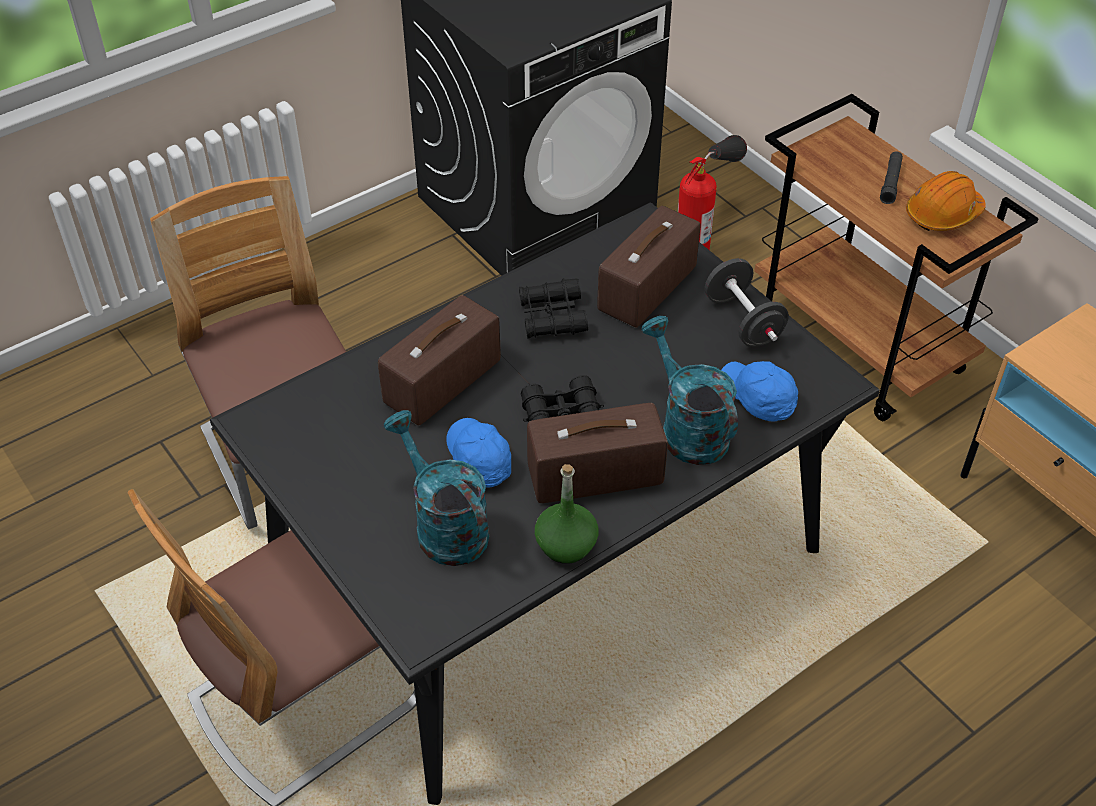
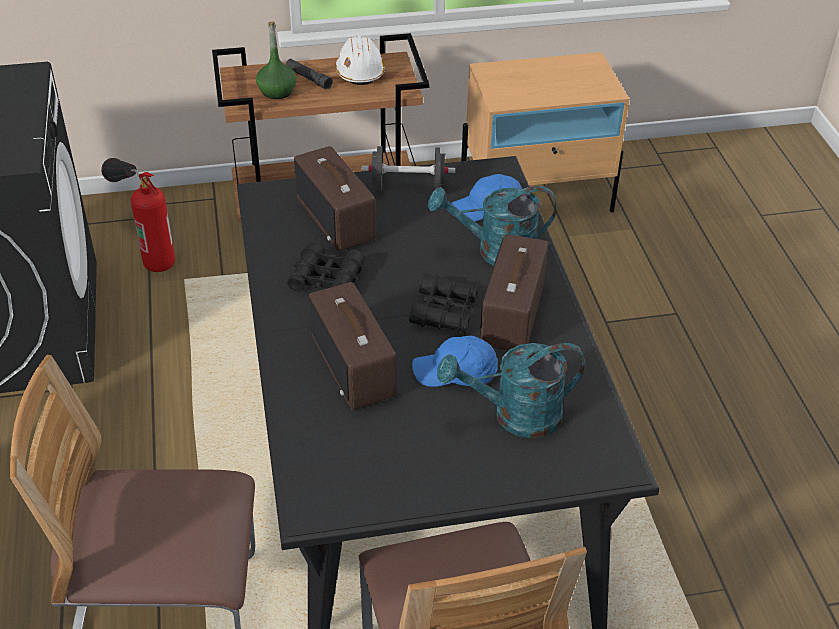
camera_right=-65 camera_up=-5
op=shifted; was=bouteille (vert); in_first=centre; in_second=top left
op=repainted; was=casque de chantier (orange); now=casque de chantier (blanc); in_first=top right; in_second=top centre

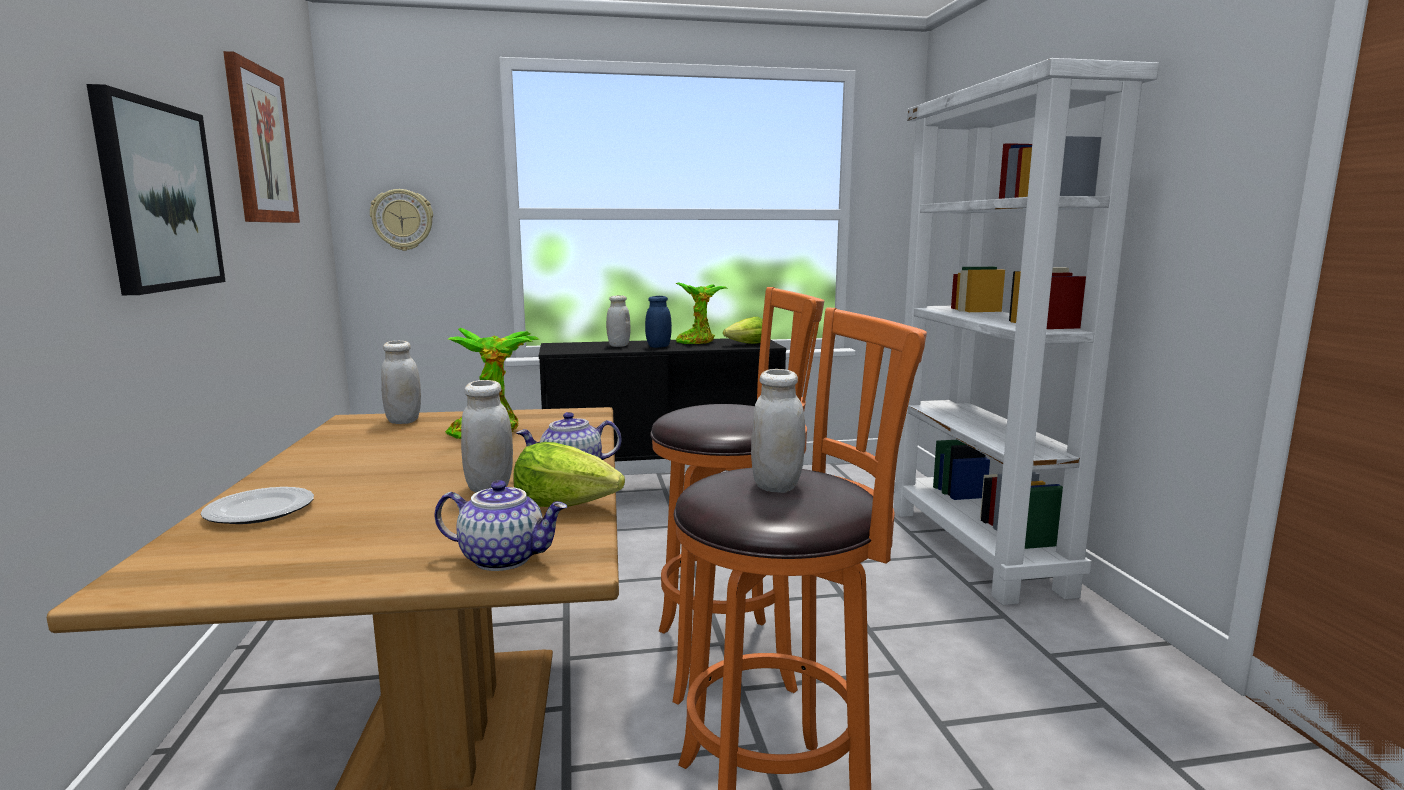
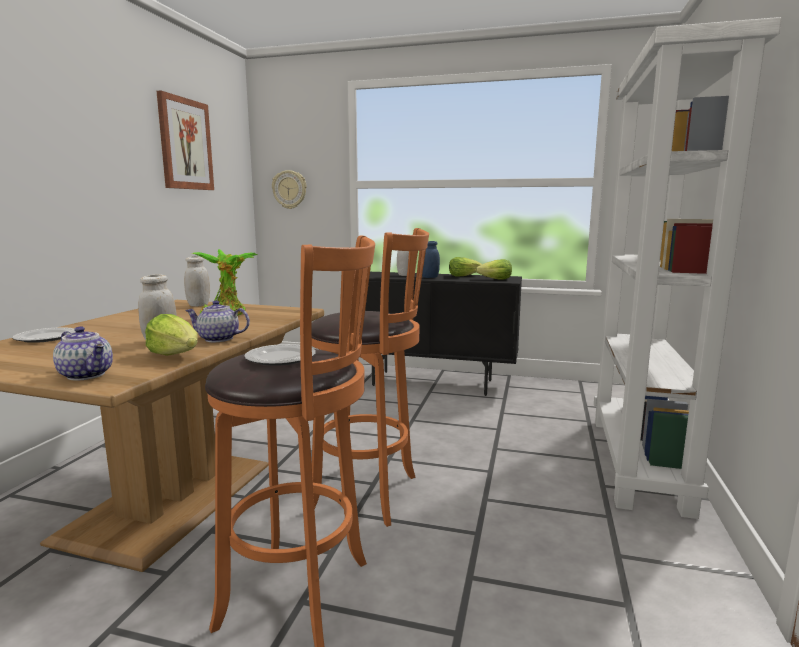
camera_right=25 camera_up=0
op=gone; was=tableau (no. 1 from left); in_first=top left
op=swapped; was=plante en pot (no. 2 from left); now=laitue (no. 2 from left); in_first=centre; in_second=centre
op=swapped; was=bocal (blanc) (no. 4 from left); now=assiette (no. 2 from left); in_first=centre; in_second=centre

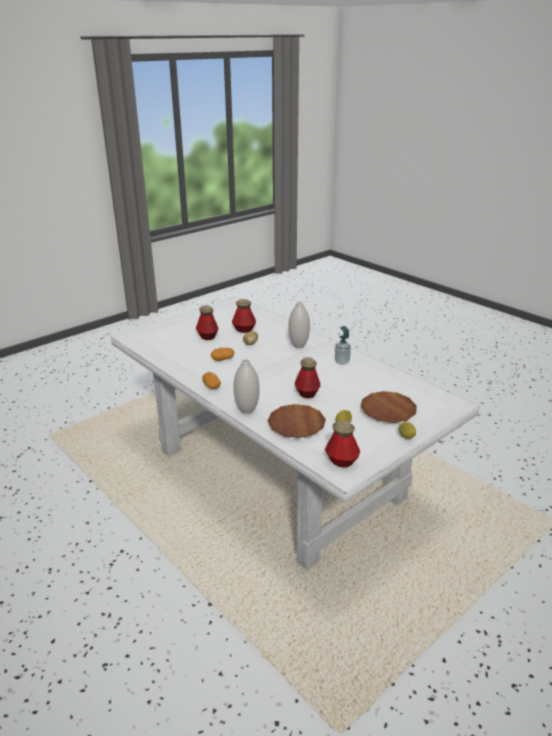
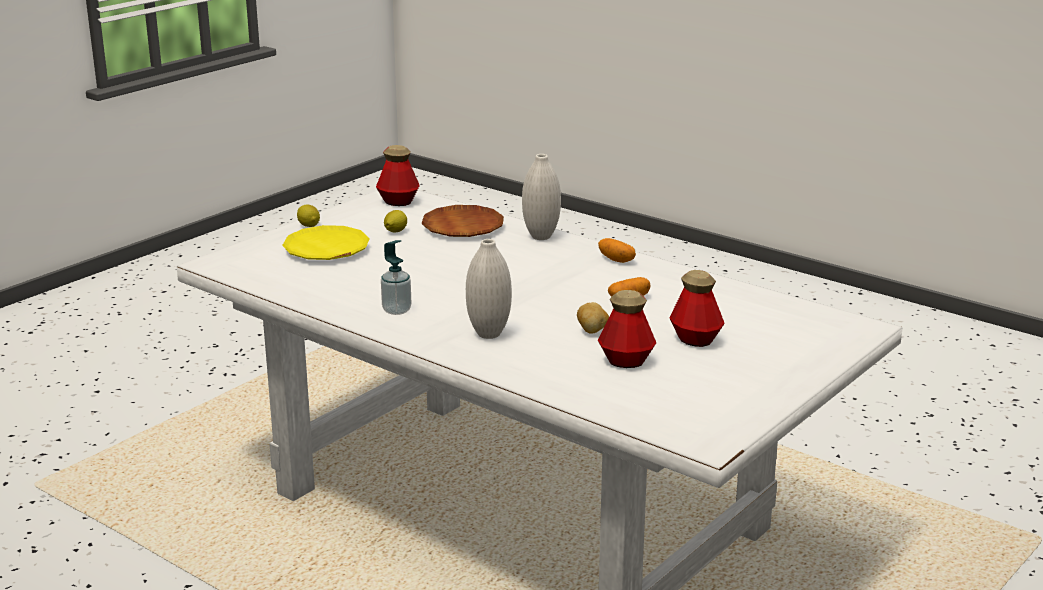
camera_right=170 camera_up=-5
op=gone; was=bouteille (no. 3 from left); in_first=centre
op=repainted; was=assiette (marron) (no. 2 from left); now=assiette (jaune); in_first=middle right; in_second=middle left

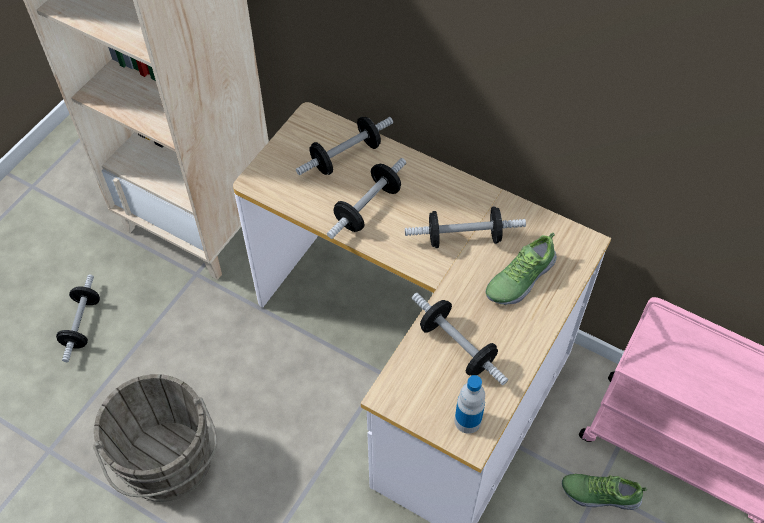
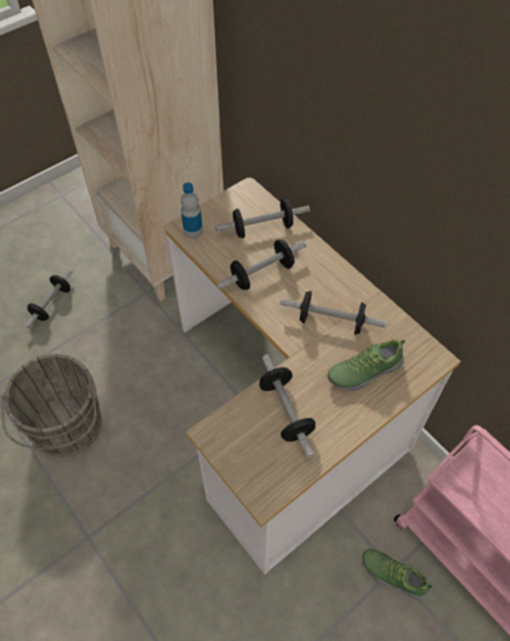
camera_right=20 camera_up=0
op=shifted; was=bouteille; in_first=bottom centre; in_second=top centre

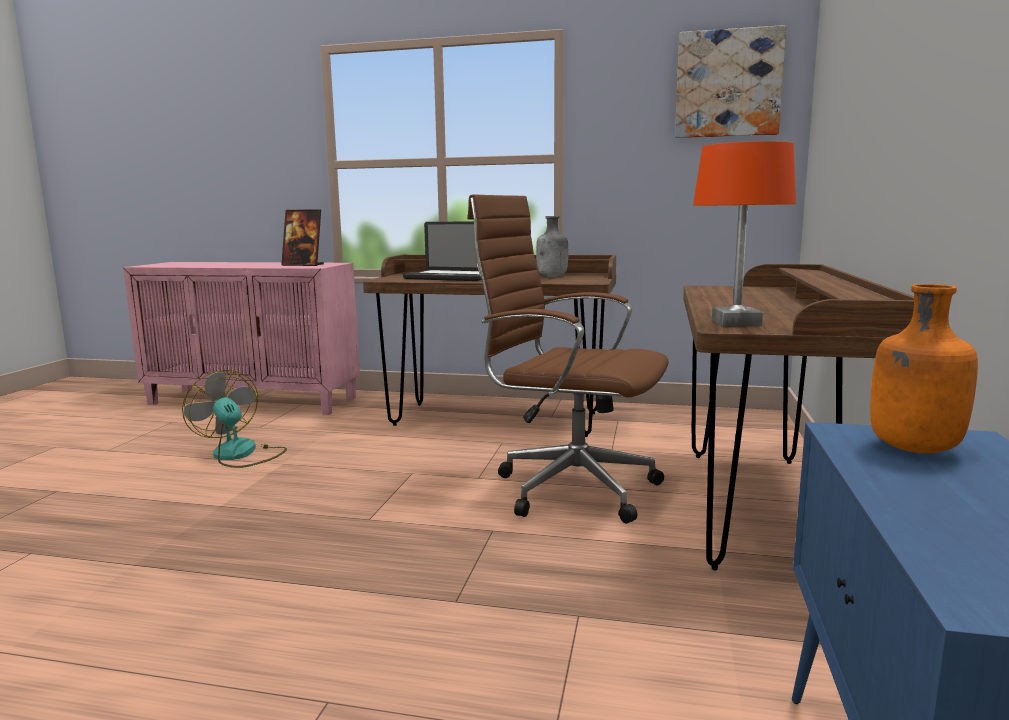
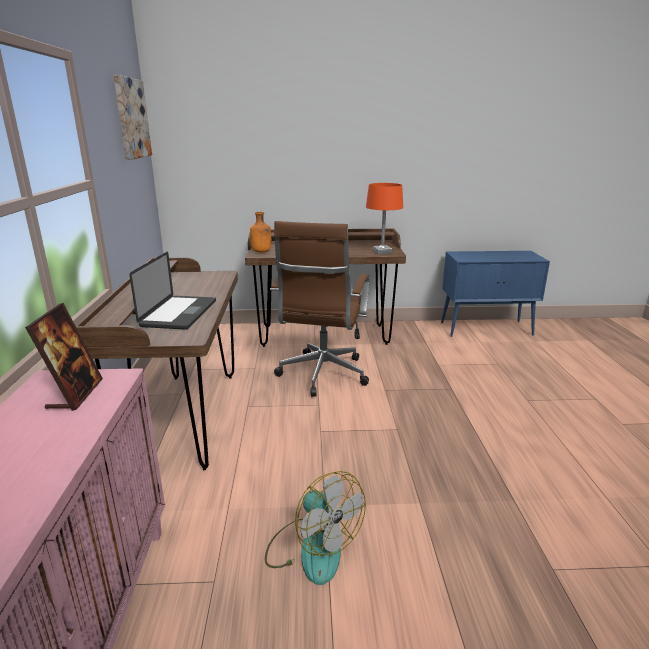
camera_right=-105 camera_up=10
op=rotated; was=ventilateur; in_first=middle left; in_second=bottom centre; clockwise=-75
op=gone; was=bouteille (gris); in_first=centre
op=shifted; was=bouteille (orange); in_first=middle right; in_second=centre

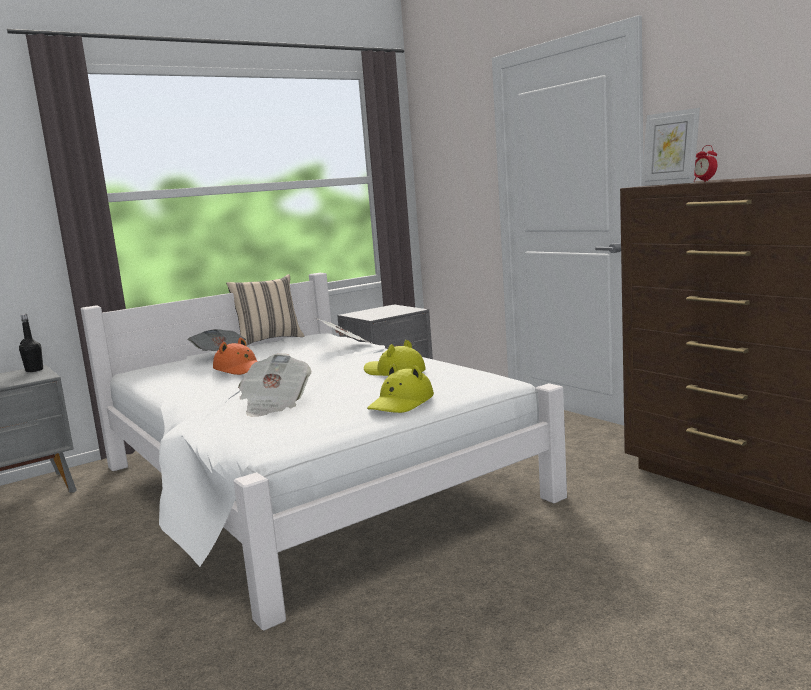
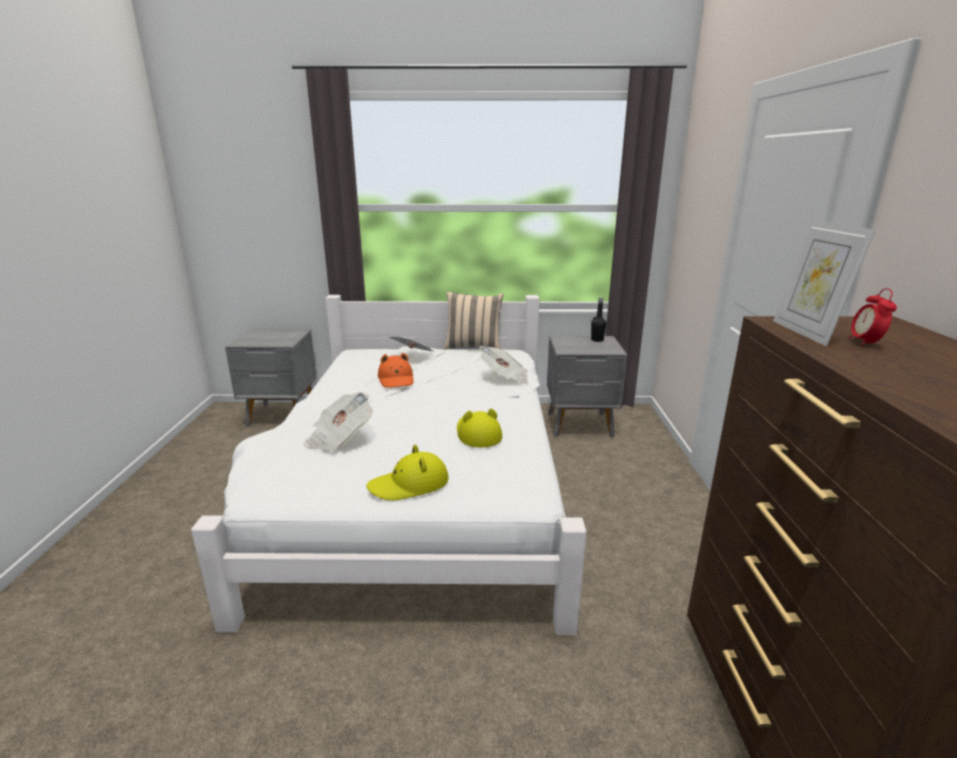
camera_right=35 camera_up=10
op=shifted; was=bouteille (noir); in_first=middle left; in_second=centre

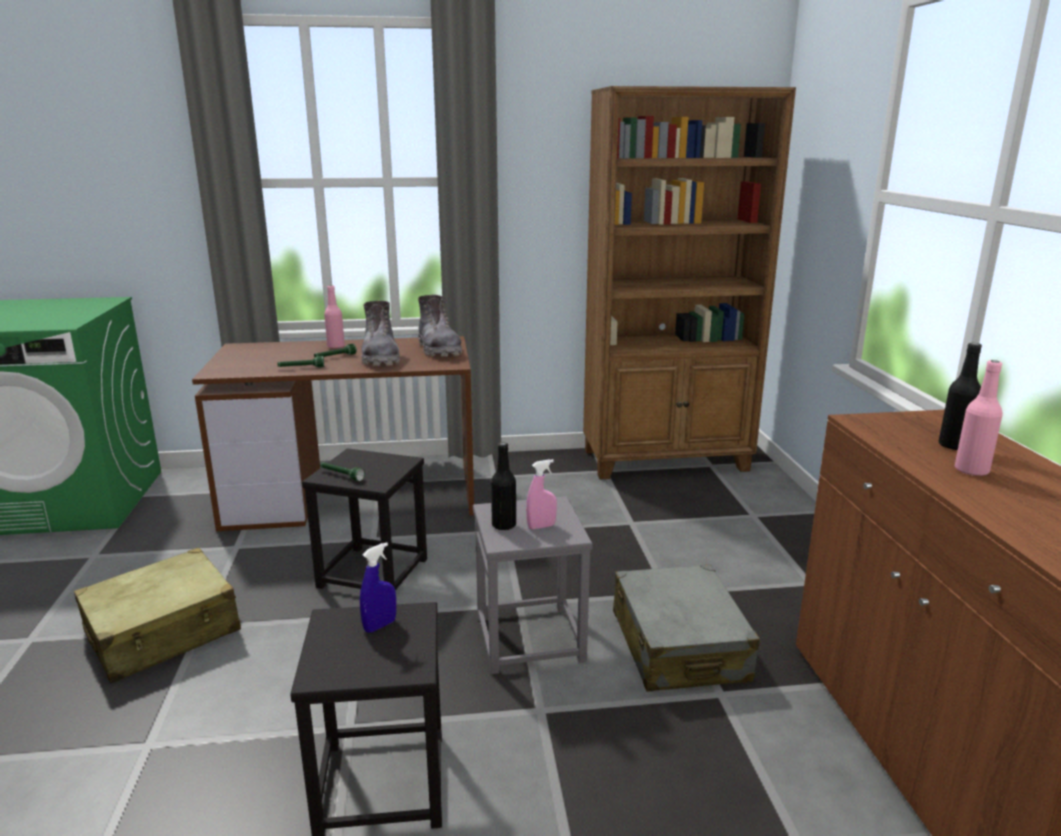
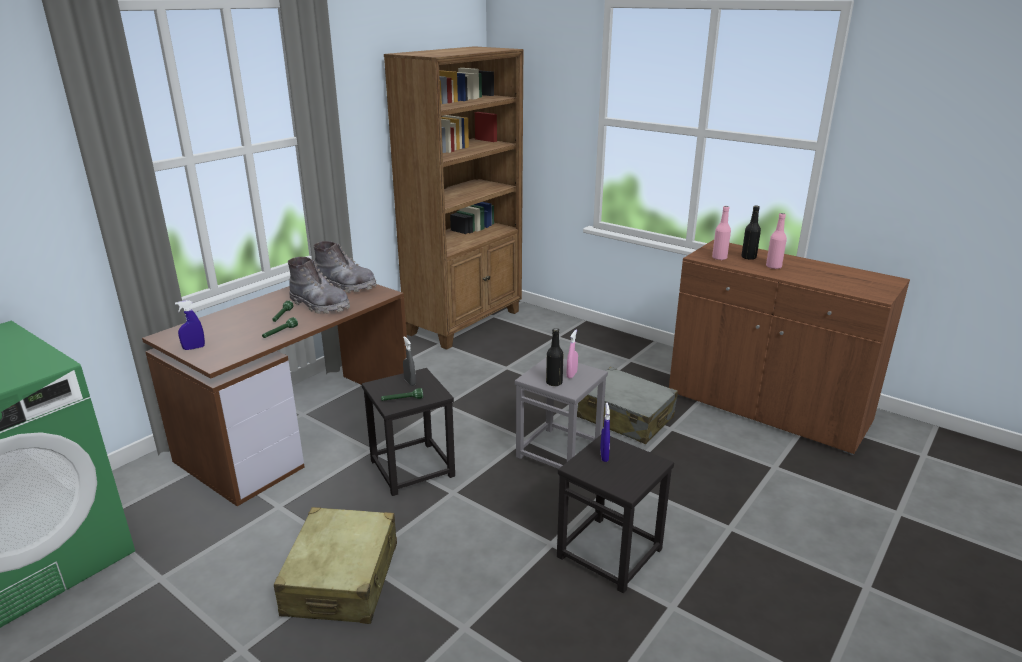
camera_right=-45 camera_up=5
op=shifted; was=bouteille (rose) (no. 1 from left); in_first=middle left; in_second=middle right
op=new; now=vaporisateur (bleu) (no. 1 from left); in_second=middle left
op=new; now=vaporisateur (gris); in_second=centre

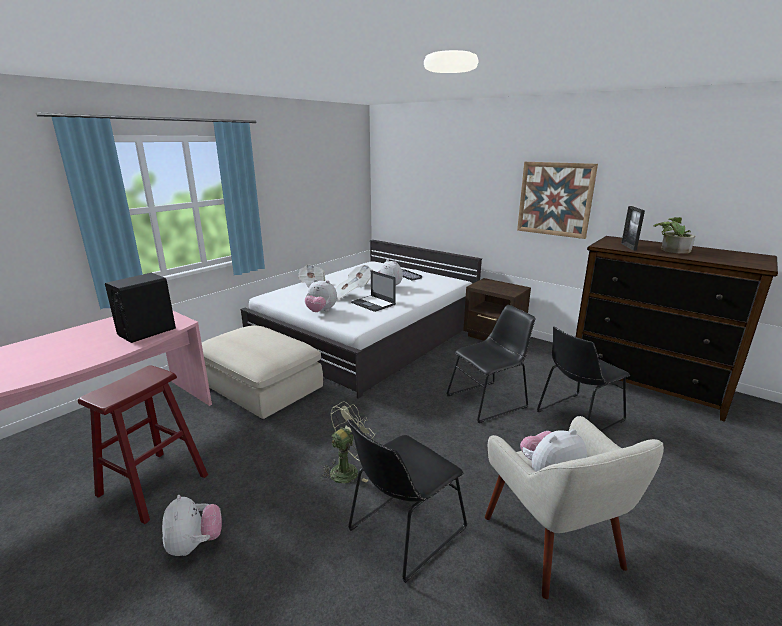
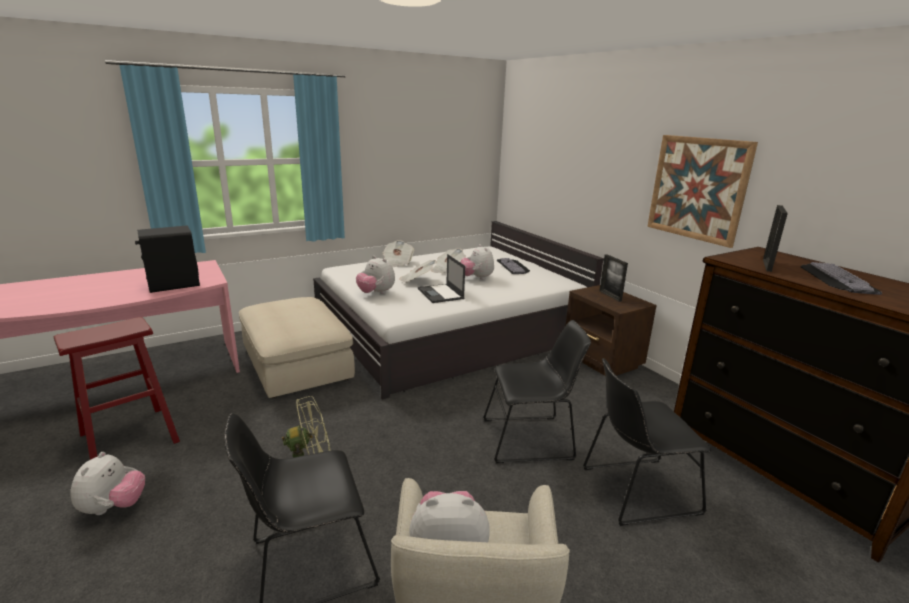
camera_right=20 camera_up=0
op=swapped; was=plante en pot; now=clavier (no. 2 from left); in_first=middle right; in_second=middle right
op=new; now=cadre photo (no. 1 from left); in_second=middle right

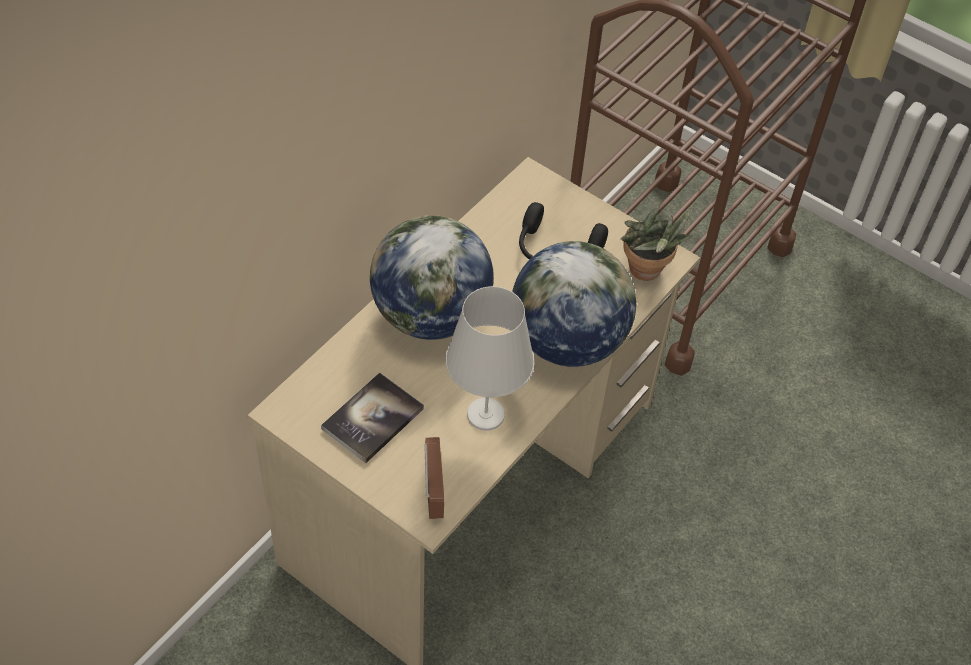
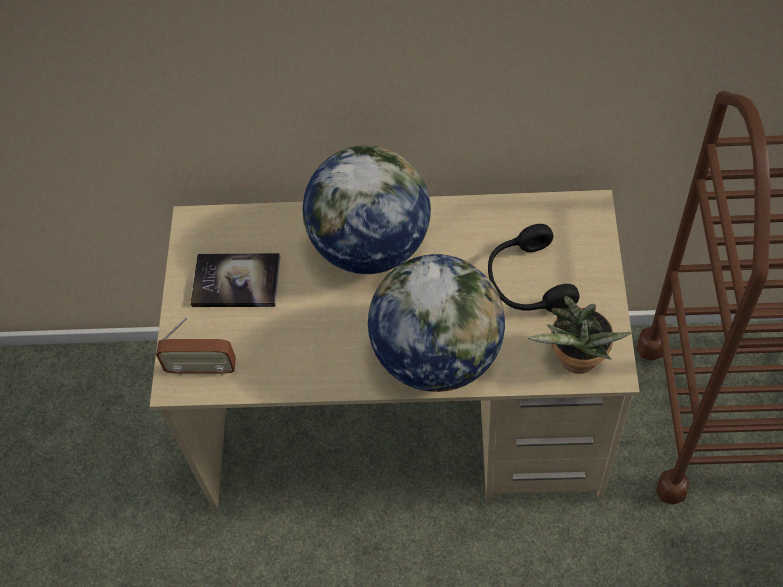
camera_right=60 camera_up=5
op=rotated; was=radio; in_first=bottom centre; in_second=middle left; clockwise=45
op=gone; was=lampe de table (blanc); in_first=centre

